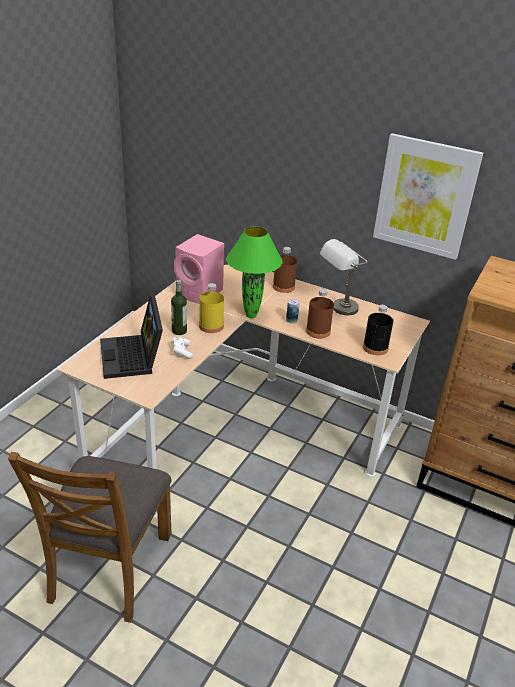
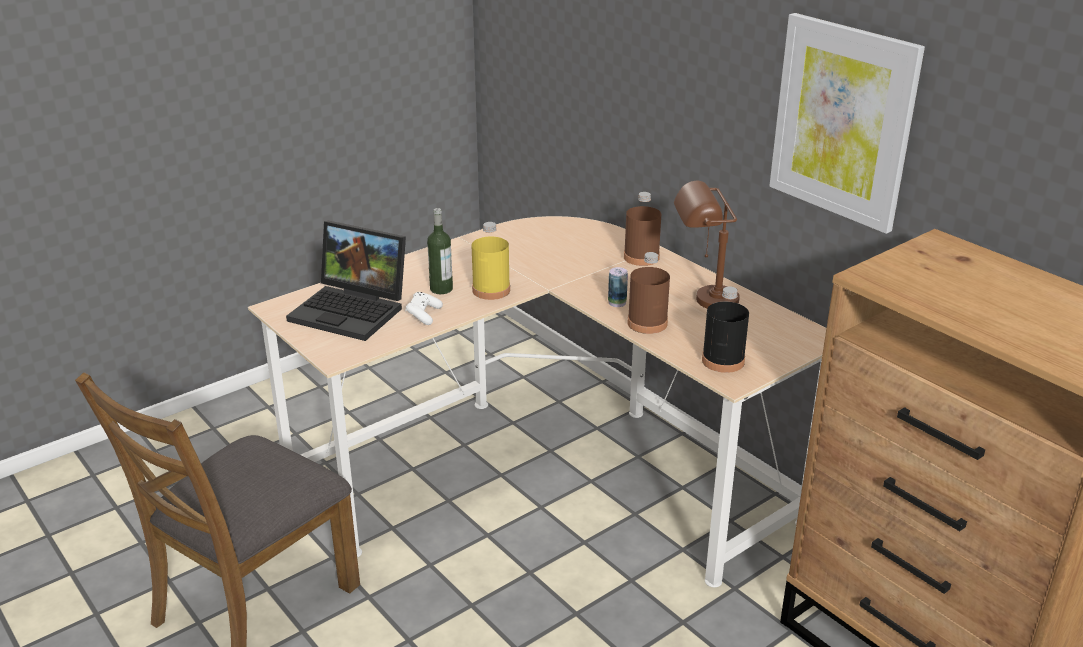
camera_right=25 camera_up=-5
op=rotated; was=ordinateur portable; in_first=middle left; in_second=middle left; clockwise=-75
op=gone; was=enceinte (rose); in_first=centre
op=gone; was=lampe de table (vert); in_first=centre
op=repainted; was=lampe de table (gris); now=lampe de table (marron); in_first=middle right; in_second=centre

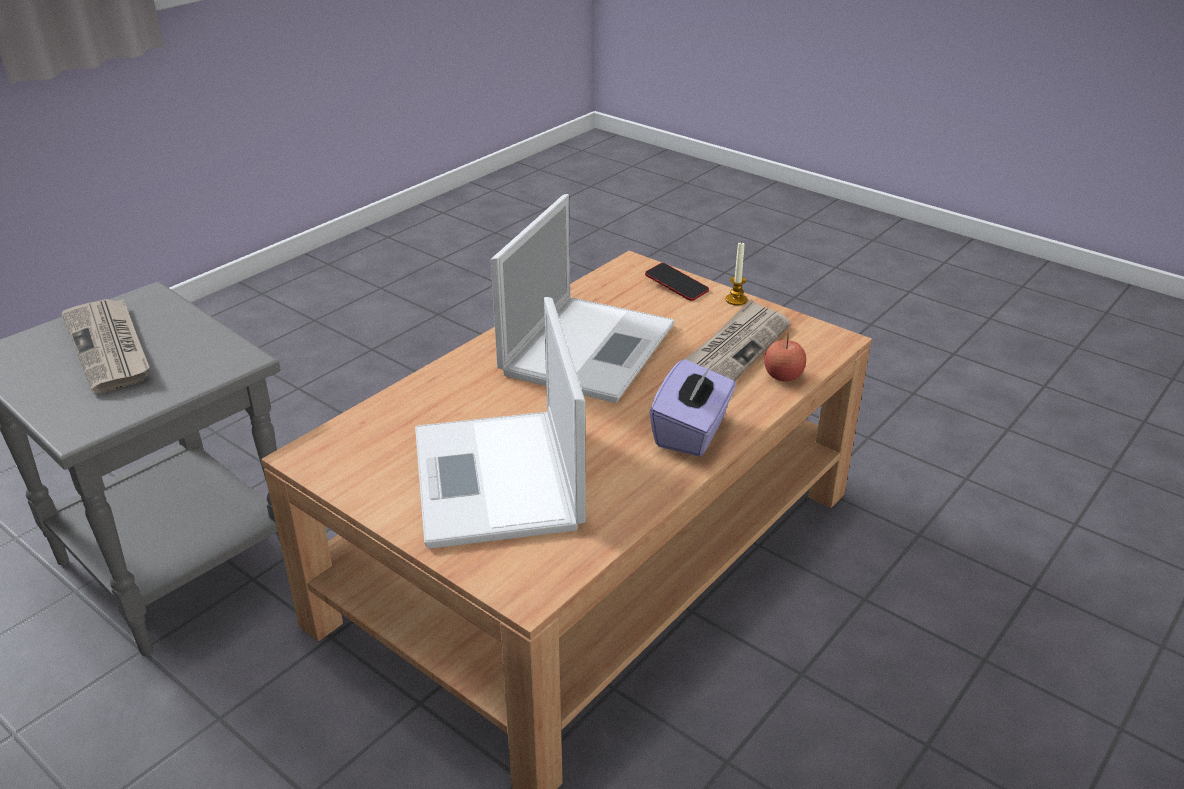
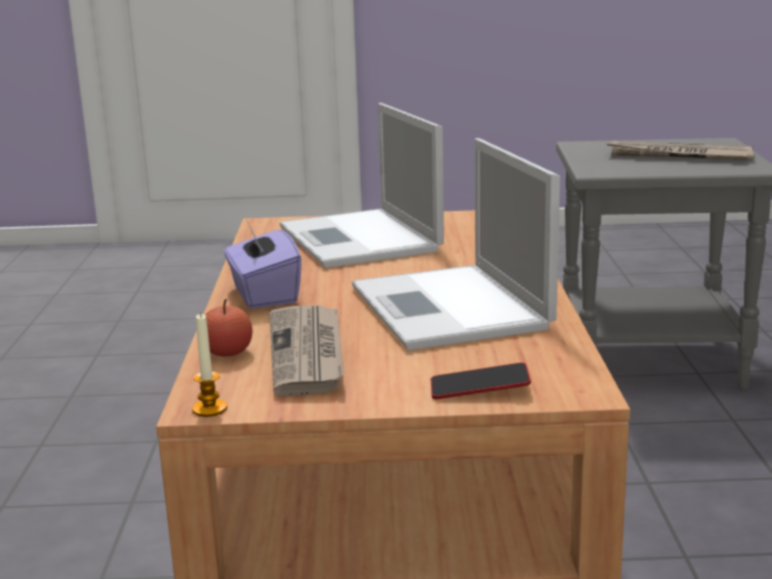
camera_right=140 camera_up=-15
op=rotated; was=ordinateur portable (no. 1 from left); in_first=centre; in_second=top centre; clockwise=-150
op=shifted; was=bougie; in_first=centre; in_second=middle left

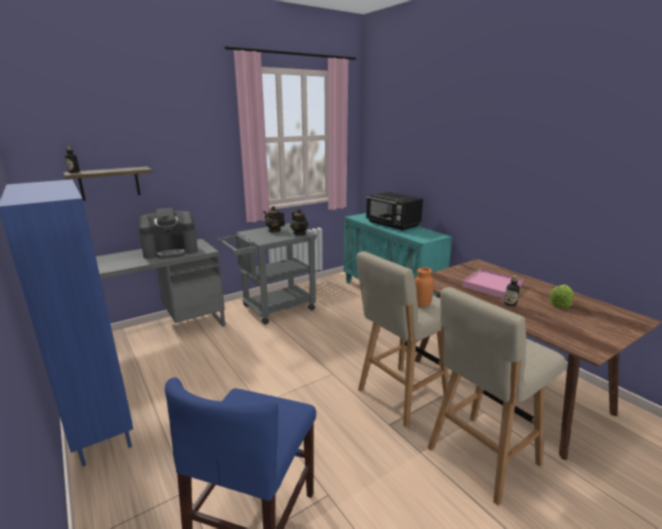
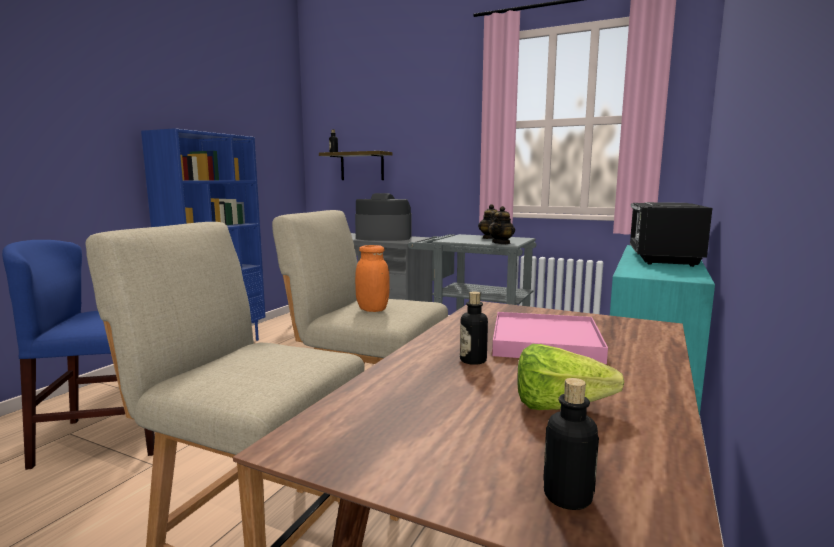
camera_right=60 camera_up=-10
op=rotated; was=machine à café; in_first=middle left; in_second=centre; clockwise=150
op=new; now=bouteille (no. 3 from left); in_second=bottom right

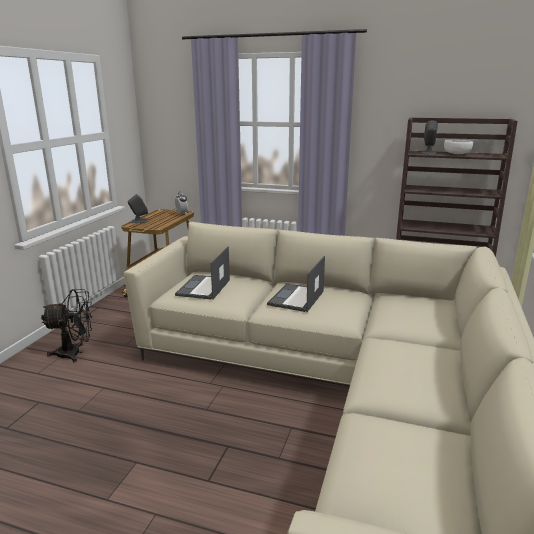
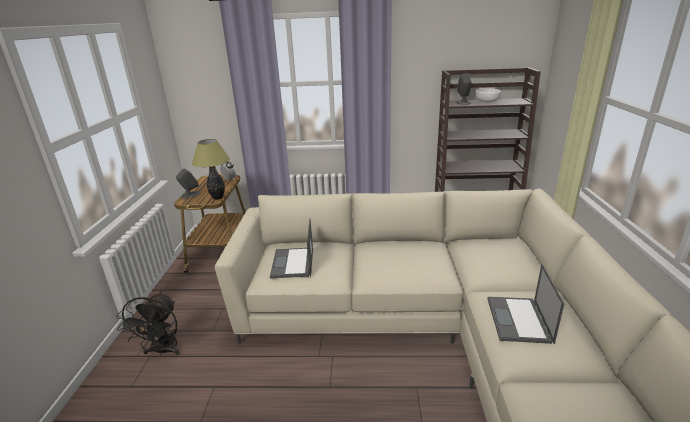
camera_right=-15 camera_up=5
op=rotated; was=ventilateur (noir); in_first=middle left; in_second=bottom left; clockwise=120
op=shifted; was=ordinateur portable (no. 2 from left); in_first=centre; in_second=bottom right
op=new; now=lampe de table; in_second=middle left

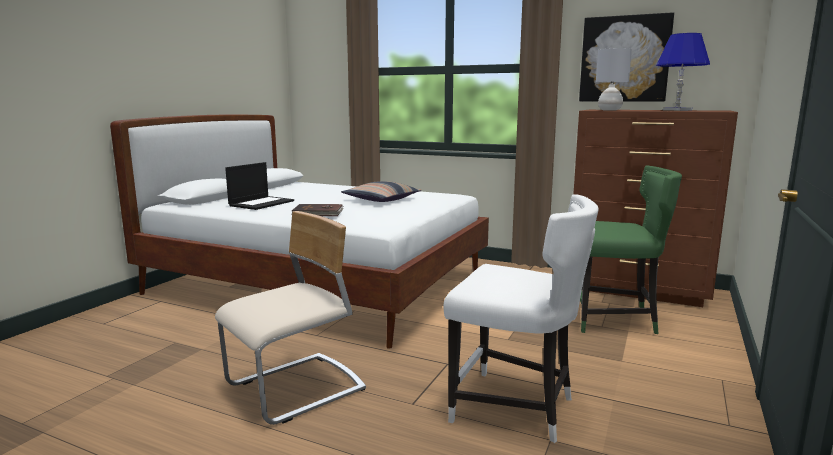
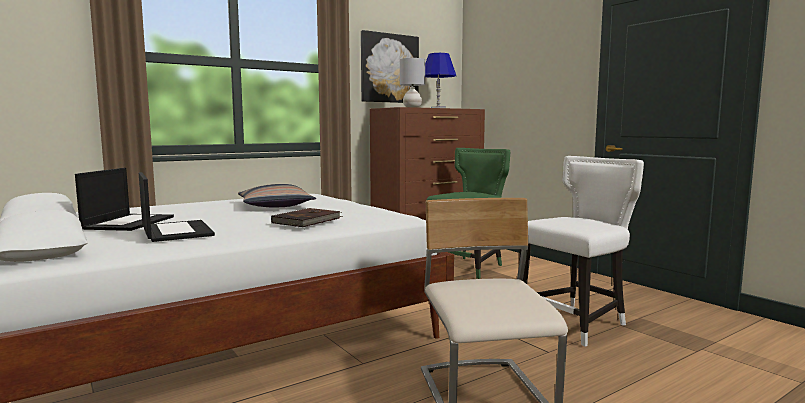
camera_right=-60 camera_up=-5
op=new; now=ordinateur portable (no. 1 from left); in_second=middle left

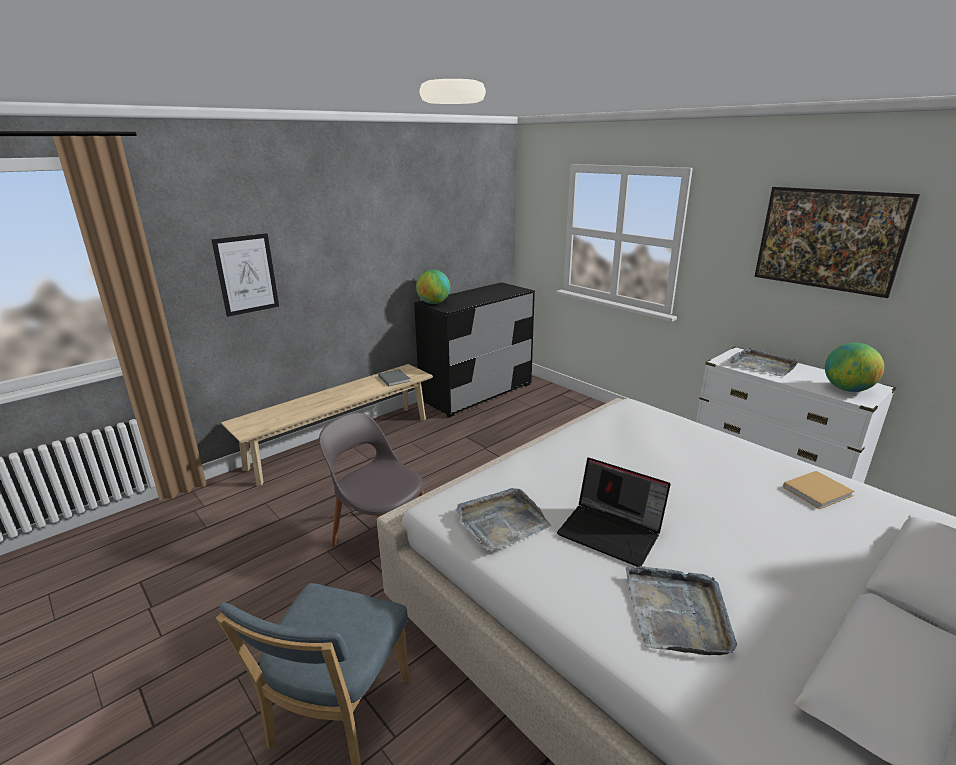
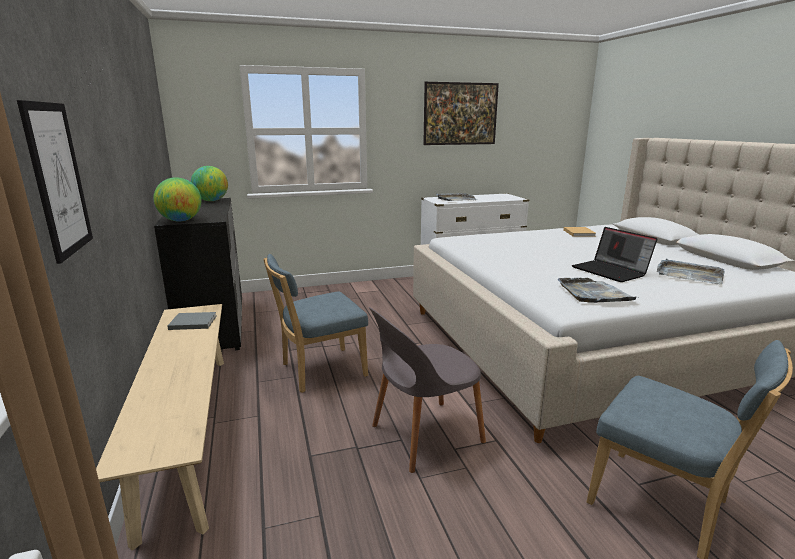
camera_right=-65 camera_up=-5
op=rotated; was=ordinateur portable; in_first=bottom centre; in_second=middle right; clockwise=90
op=shifted; was=globe (no. 2 from left); in_first=middle right; in_second=top left
op=new; now=chaise (bleu) (no. 1 from left); in_second=centre

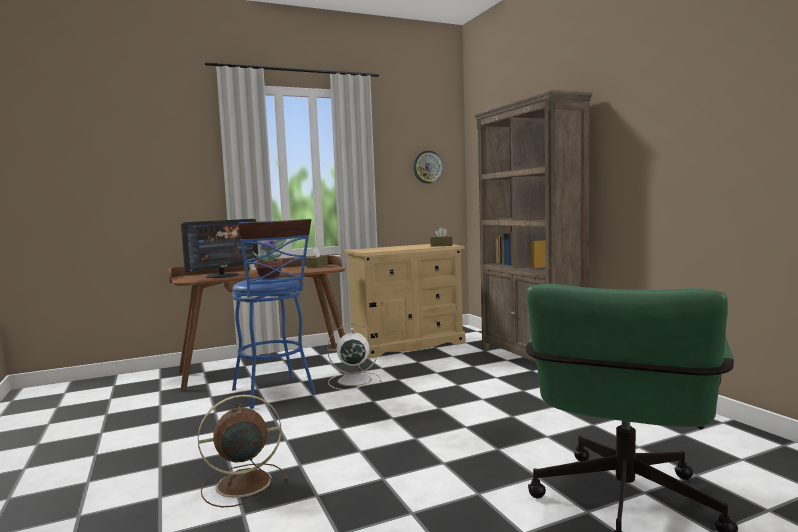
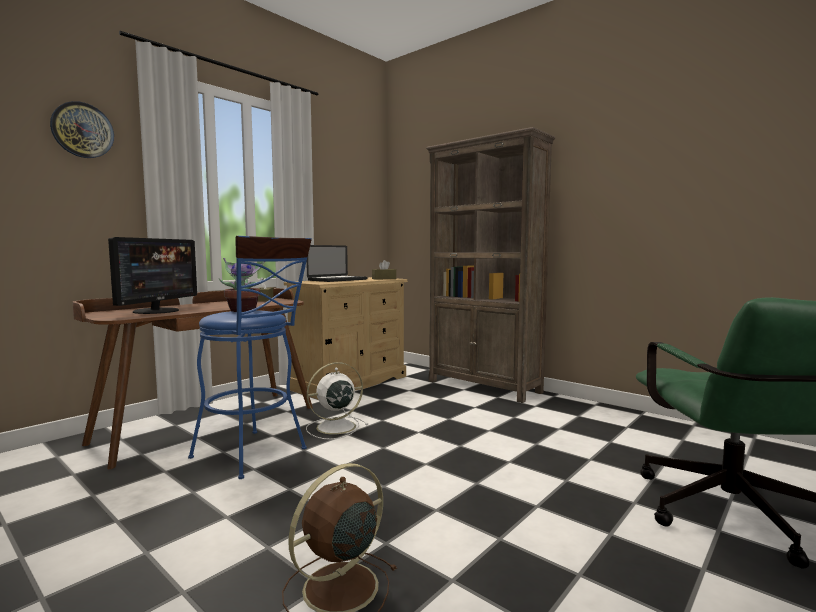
camera_right=-25 camera_up=0
op=shifted; was=horloge murale; in_first=top centre; in_second=top left
op=new; now=ordinateur portable; in_second=centre

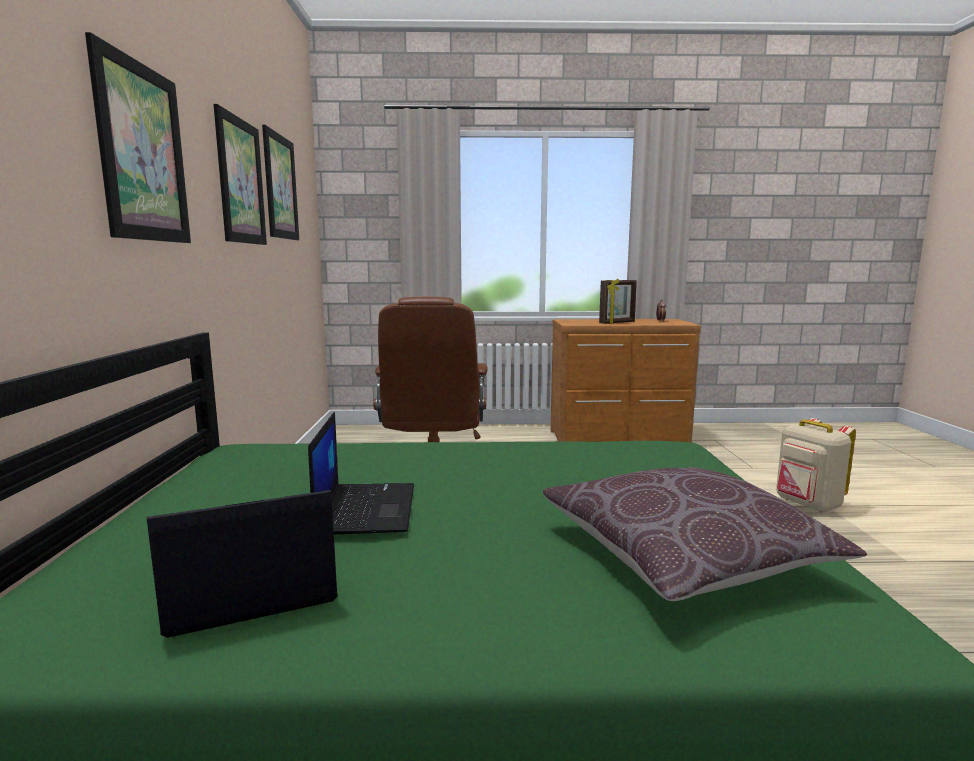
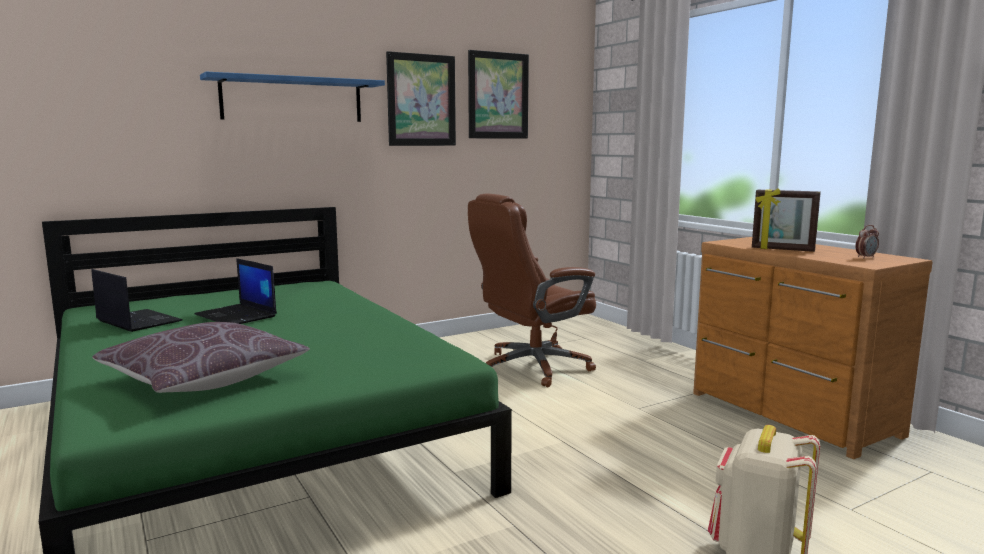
camera_right=60 camera_up=0
op=swapped; was=tableau (no. 1 from left); now=étagère (bleu); in_first=top left; in_second=top left
op=rotated; was=ordinateur portable (no. 2 from left); in_first=centre; in_second=middle left; clockwise=75

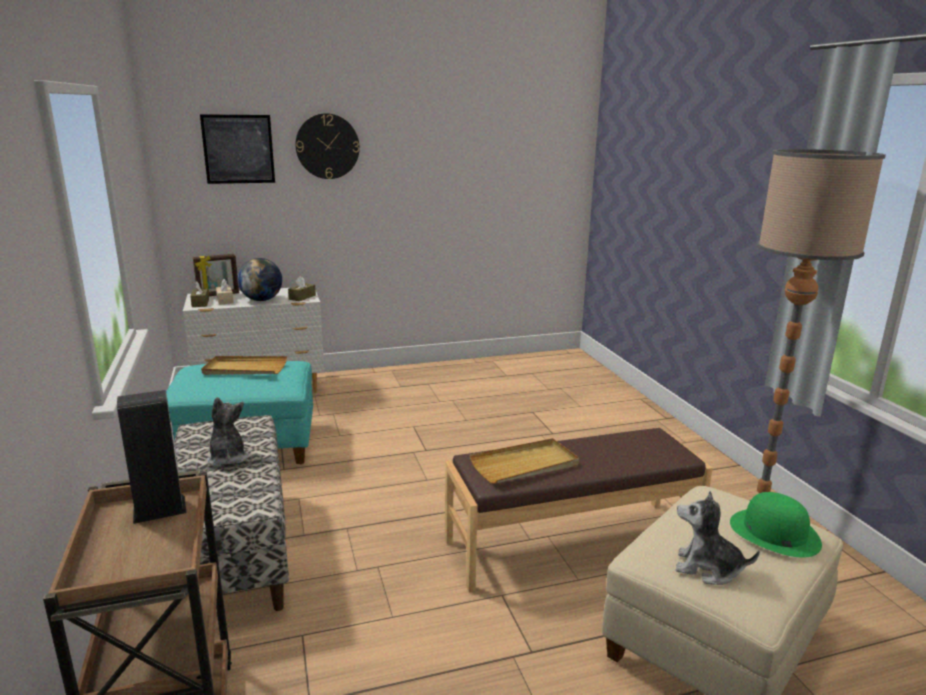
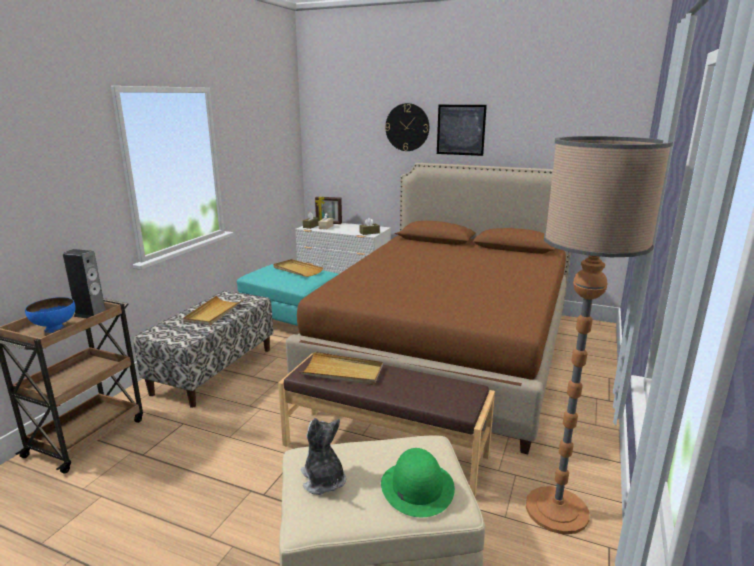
camera_right=40 camera_up=0
op=shifted; was=tableau; in_first=top left; in_second=top centre
op=swapped; was=peluche (no. 1 from left); now=plateau (beige) (no. 1 from left); in_first=middle left; in_second=middle left
op=gone; was=globe; in_first=middle left
op=new; now=bol (bleu); in_second=middle left
op=new; now=lit (marron); in_second=centre

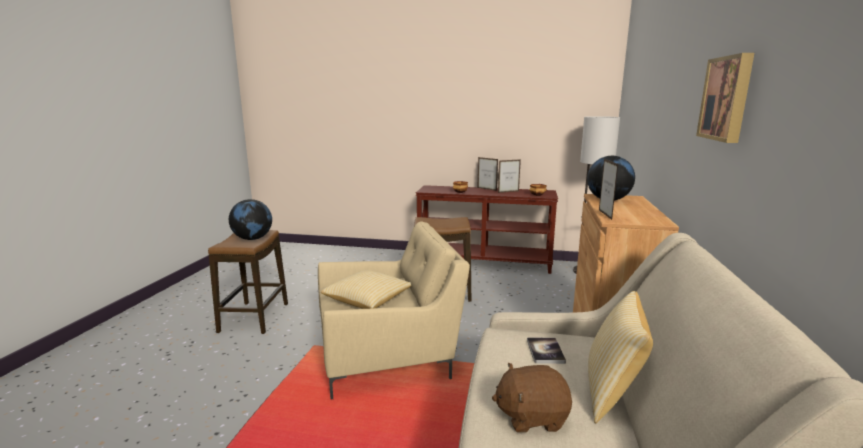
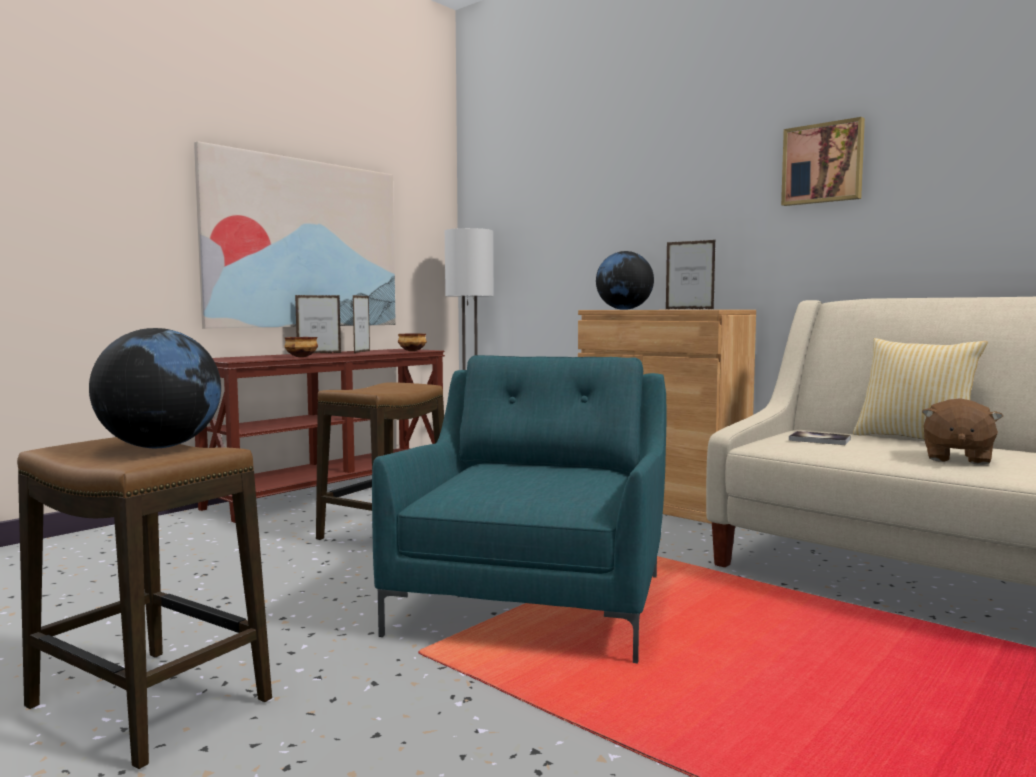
camera_right=-60 camera_up=-10
op=repainted; was=fauteuil (beige); now=fauteuil (turquoise); in_first=bottom centre; in_second=centre
op=gone; was=coussin (no. 1 from left); in_first=centre
op=new; now=tableau (no. 1 from left); in_second=top left

